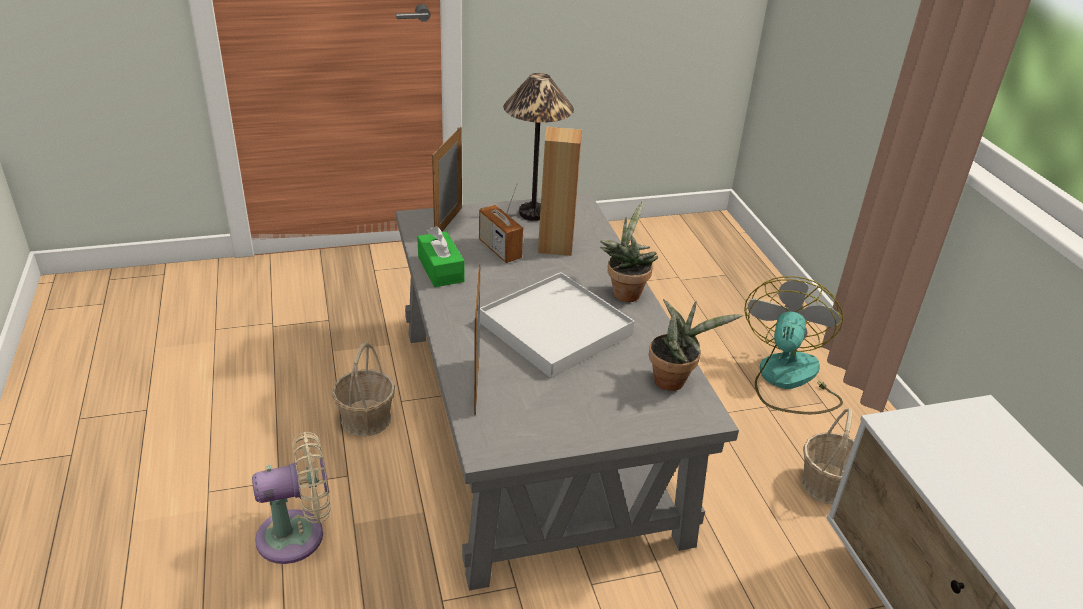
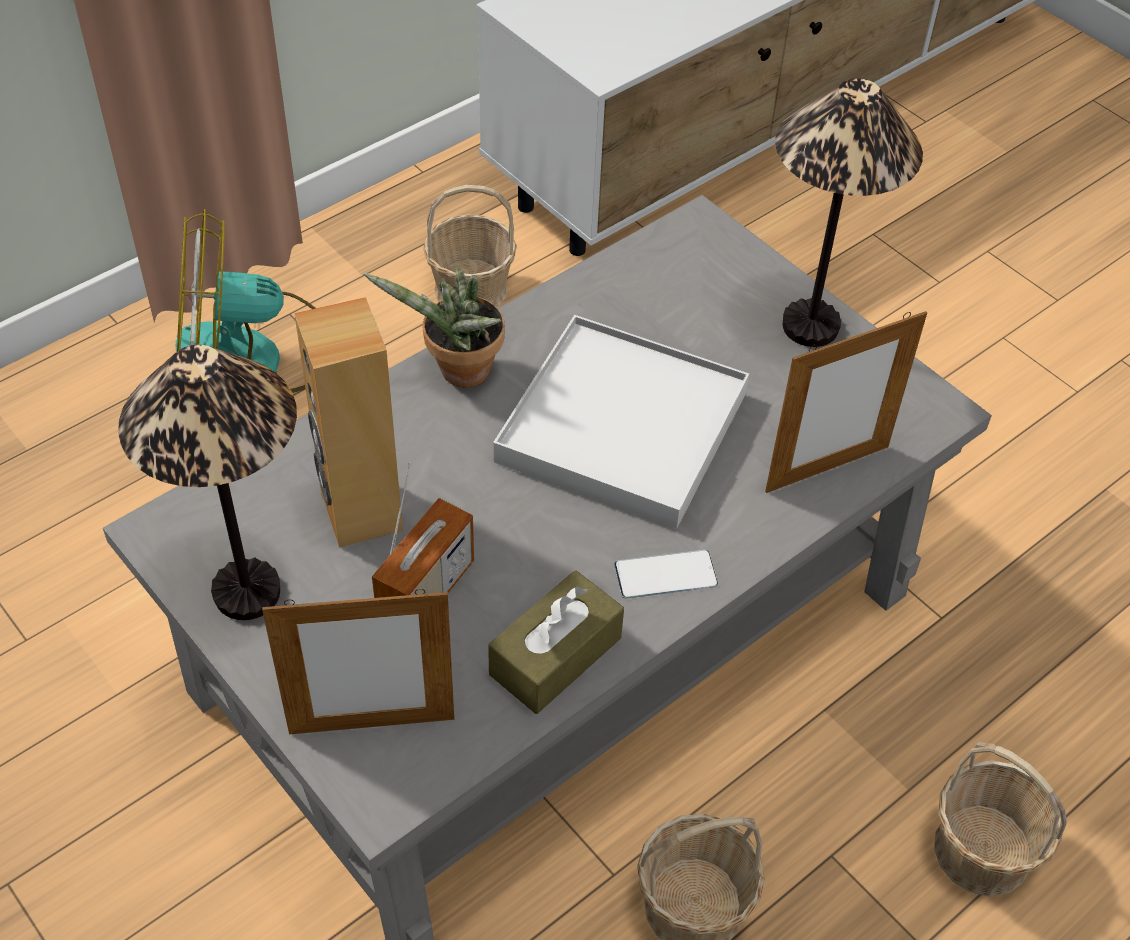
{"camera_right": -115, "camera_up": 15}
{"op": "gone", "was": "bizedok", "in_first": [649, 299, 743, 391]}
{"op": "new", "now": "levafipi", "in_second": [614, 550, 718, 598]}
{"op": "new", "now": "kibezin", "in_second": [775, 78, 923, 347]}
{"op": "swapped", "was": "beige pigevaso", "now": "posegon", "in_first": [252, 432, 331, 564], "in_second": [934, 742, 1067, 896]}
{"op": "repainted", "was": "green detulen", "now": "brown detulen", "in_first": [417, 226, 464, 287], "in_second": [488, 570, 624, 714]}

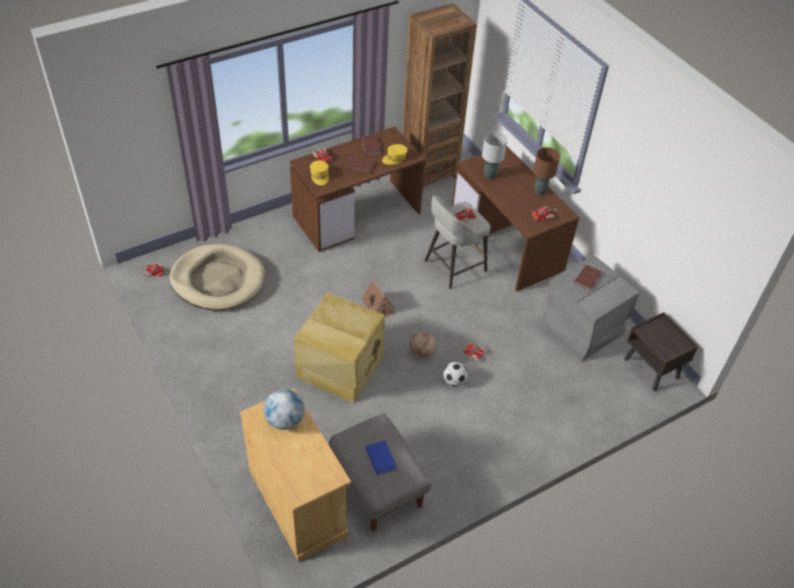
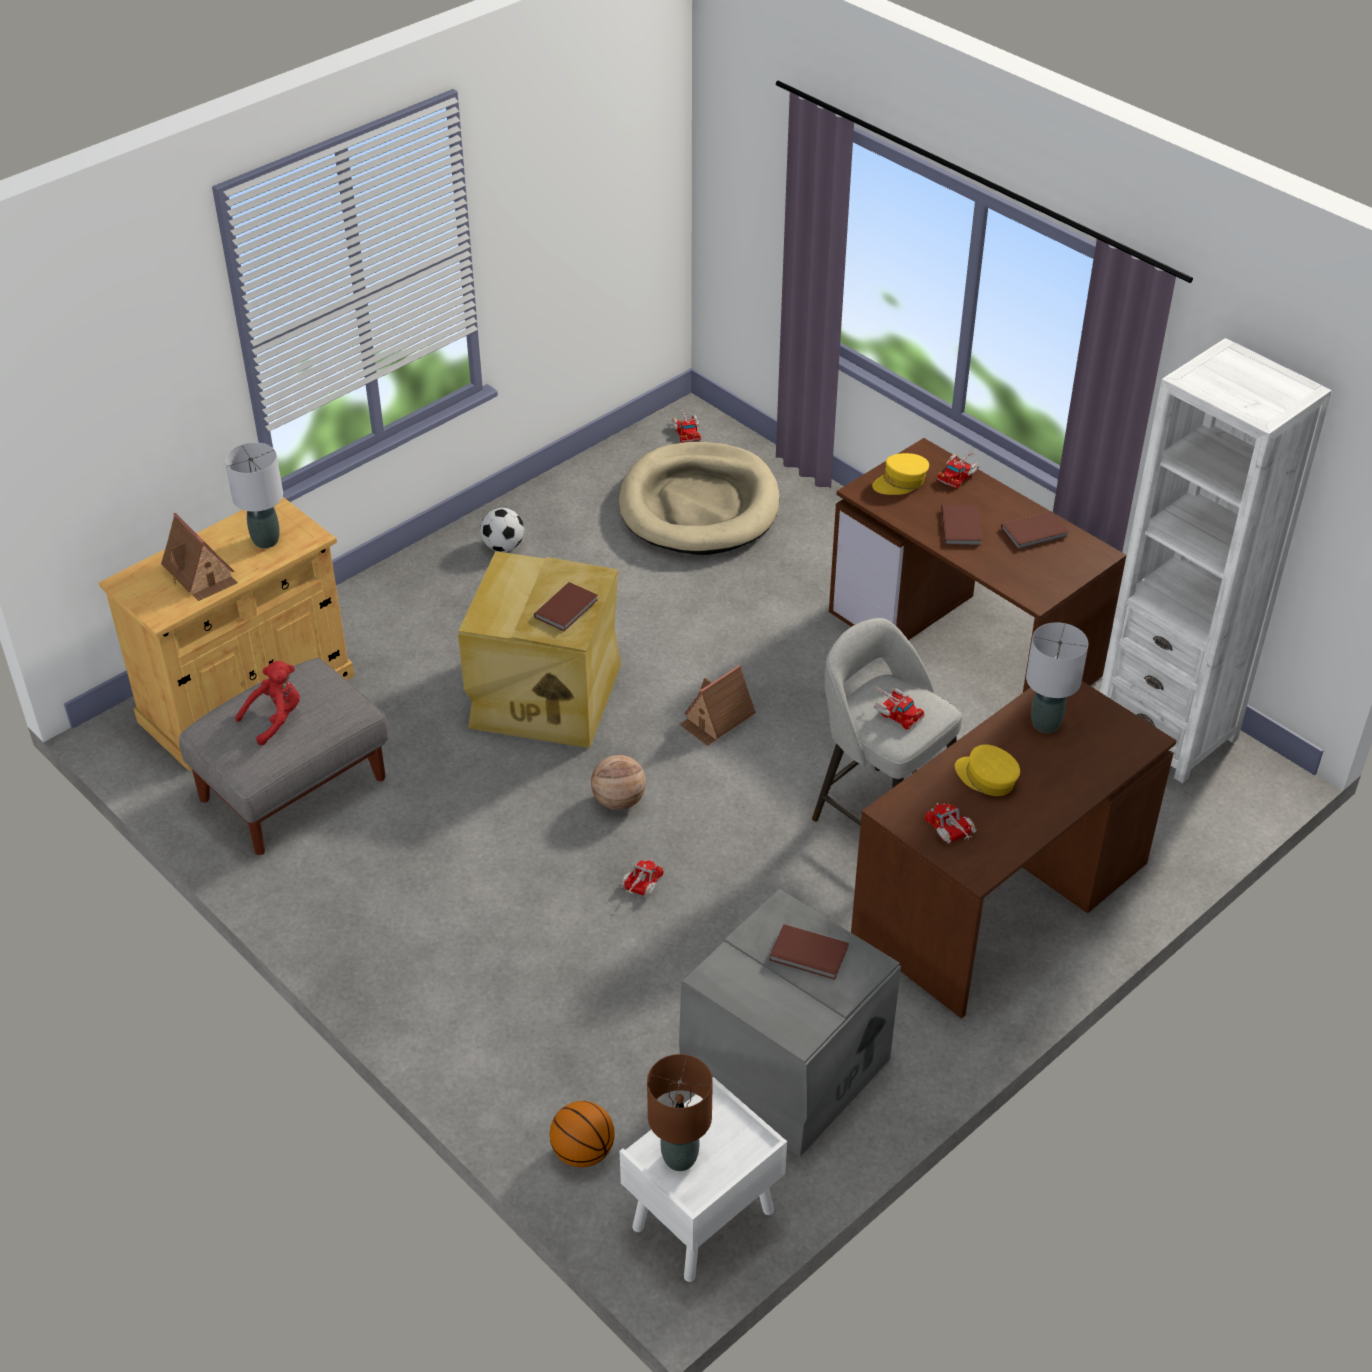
{"camera_right": 80, "camera_up": -5}
{"op": "new", "now": "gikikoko", "in_second": [161, 513, 238, 601]}
{"op": "new", "now": "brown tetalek", "in_second": [534, 582, 598, 632]}
{"op": "new", "now": "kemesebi", "in_second": [550, 1101, 614, 1167]}
{"op": "shifted", "was": "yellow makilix", "in_first": [382, 144, 408, 165], "in_second": [955, 744, 1020, 796]}
{"op": "shifted", "was": "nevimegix", "in_first": [443, 362, 468, 387], "in_second": [480, 508, 524, 552]}
{"op": "shifted", "was": "brown kibezin", "in_first": [533, 147, 560, 195], "in_second": [647, 1054, 713, 1171]}
{"op": "swapped", "was": "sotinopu", "now": "grey kibezin", "in_first": [264, 389, 305, 430], "in_second": [225, 442, 283, 548]}
{"op": "swapped", "was": "blue tetalek", "now": "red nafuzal", "in_first": [366, 441, 397, 475], "in_second": [236, 661, 300, 746]}
{"op": "repainted", "was": "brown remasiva", "now": "white remasiva", "in_first": [402, 3, 477, 186], "in_second": [1100, 338, 1332, 783]}
{"op": "repainted", "was": "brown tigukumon", "now": "white tigukumon", "in_first": [624, 312, 698, 391], "in_second": [620, 1077, 787, 1282]}

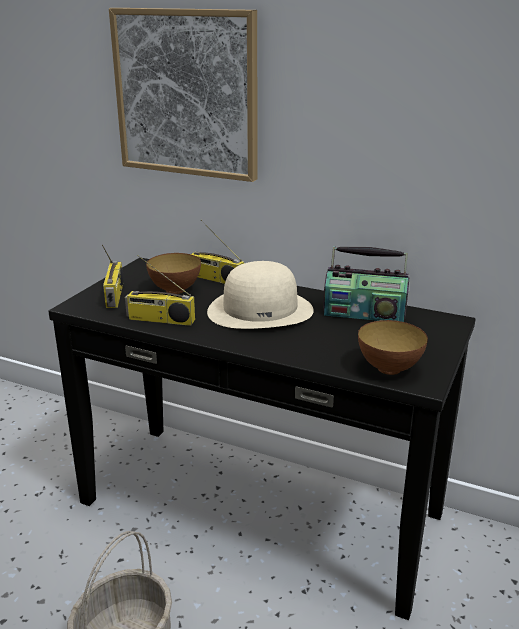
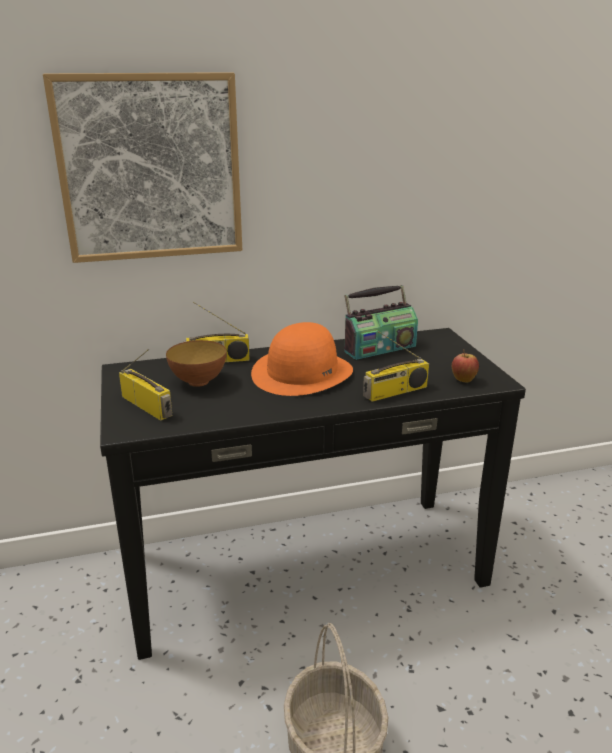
{"camera_right": -40, "camera_up": 0}
{"op": "shifted", "was": "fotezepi", "in_first": [125, 255, 195, 326], "in_second": [363, 331, 429, 402]}
{"op": "swapped", "was": "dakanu", "now": "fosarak", "in_first": [358, 320, 428, 375], "in_second": [452, 350, 479, 382]}
{"op": "repainted", "was": "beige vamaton", "now": "orange vamaton", "in_first": [207, 261, 314, 329], "in_second": [251, 322, 353, 396]}

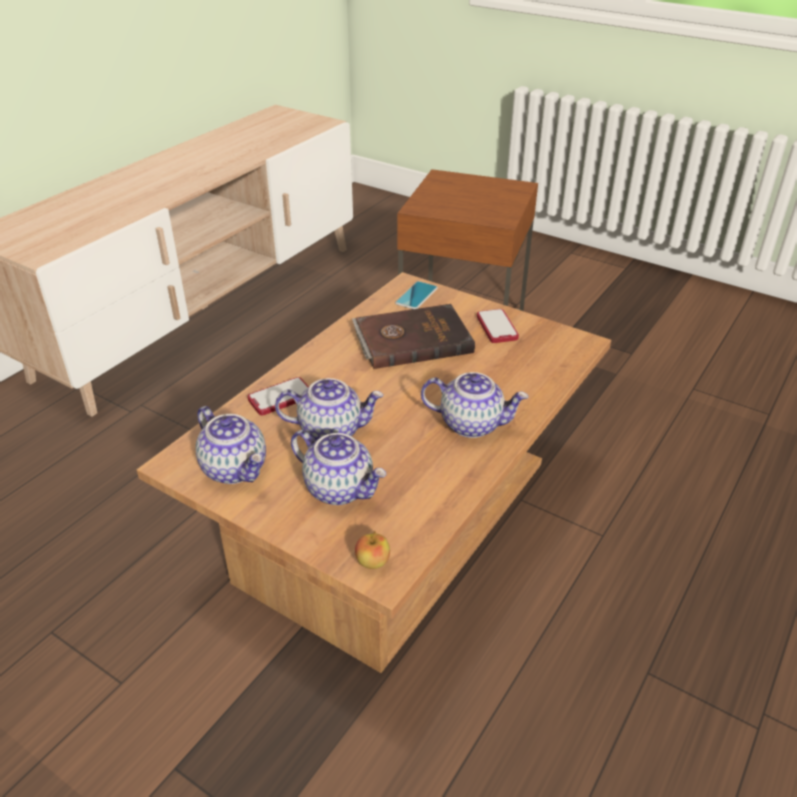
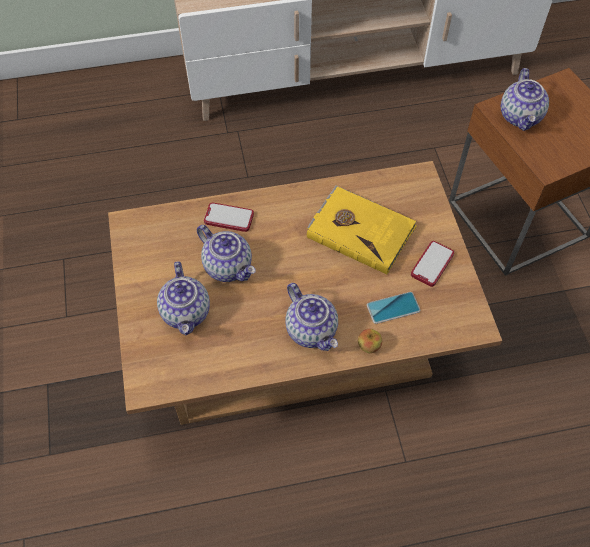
{"camera_right": 45, "camera_up": 20}
{"op": "shifted", "was": "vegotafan", "in_first": [196, 406, 266, 484], "in_second": [501, 68, 549, 131]}
{"op": "shifted", "was": "fosarak", "in_first": [355, 531, 390, 569], "in_second": [358, 329, 382, 353]}
{"op": "shifted", "was": "levafipi", "in_first": [395, 281, 438, 309], "in_second": [367, 292, 420, 324]}
{"op": "repainted", "was": "brown tetalek", "now": "yellow tetalek", "in_first": [352, 304, 475, 369], "in_second": [307, 185, 417, 274]}

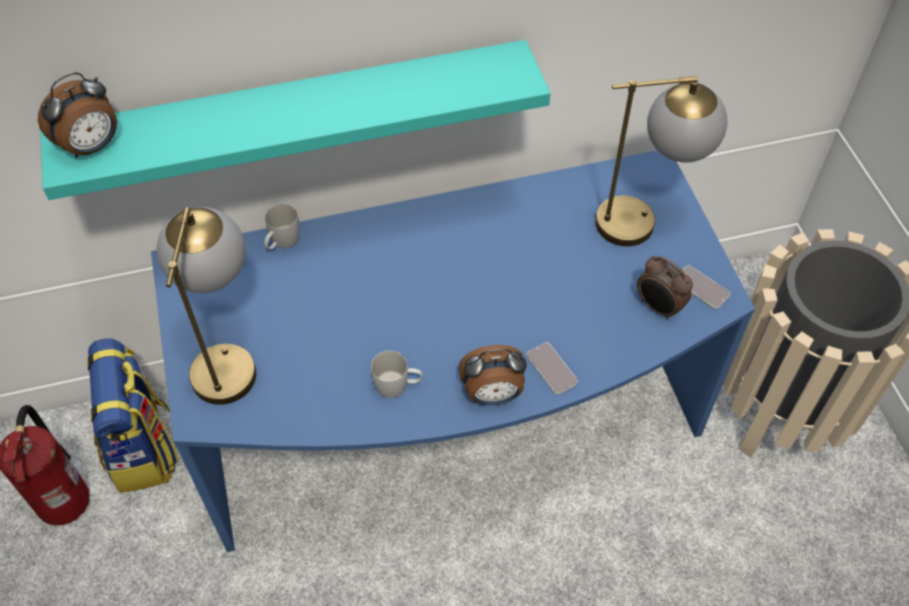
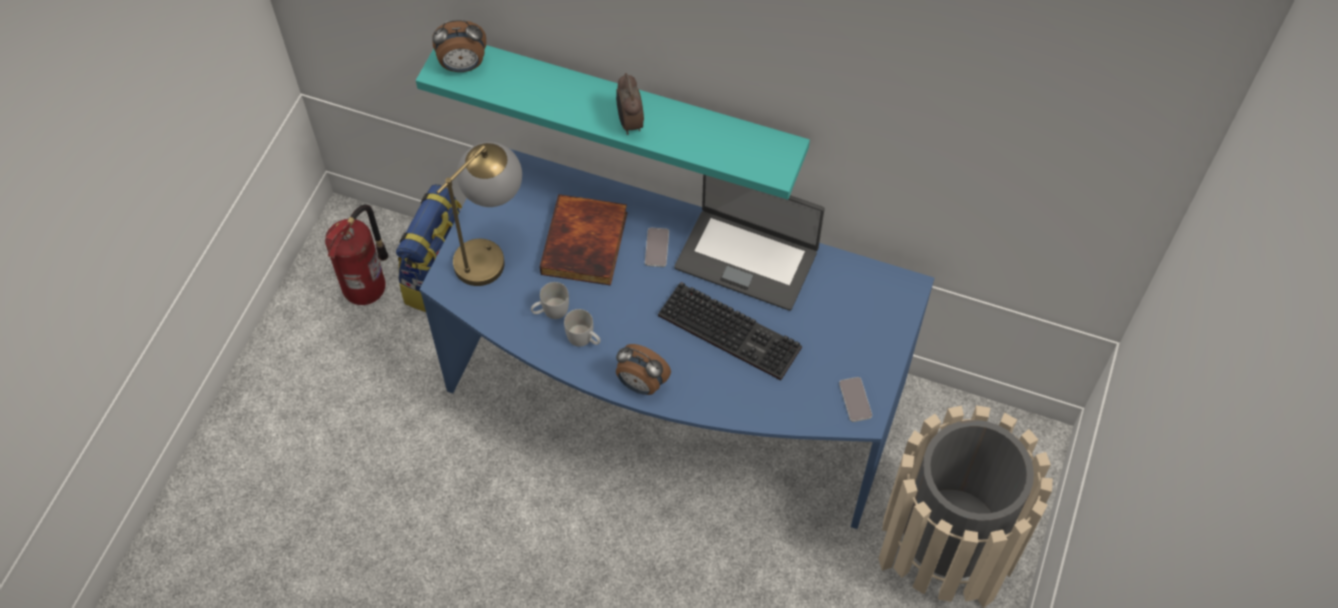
{"camera_right": 35, "camera_up": 5}
{"op": "gone", "was": "kibezin", "in_first": [595, 76, 727, 246]}
{"op": "new", "now": "tetalek", "in_second": [540, 194, 628, 286]}
{"op": "new", "now": "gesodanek", "in_second": [658, 282, 802, 380]}
{"op": "new", "now": "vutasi", "in_second": [674, 174, 825, 311]}
{"op": "shifted", "was": "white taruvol", "in_first": [264, 204, 300, 250], "in_second": [531, 282, 569, 319]}
{"op": "shifted", "was": "levafipi", "in_first": [527, 343, 578, 395], "in_second": [645, 228, 669, 267]}
{"op": "shifted", "was": "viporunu", "in_first": [637, 256, 693, 320], "in_second": [616, 73, 644, 135]}

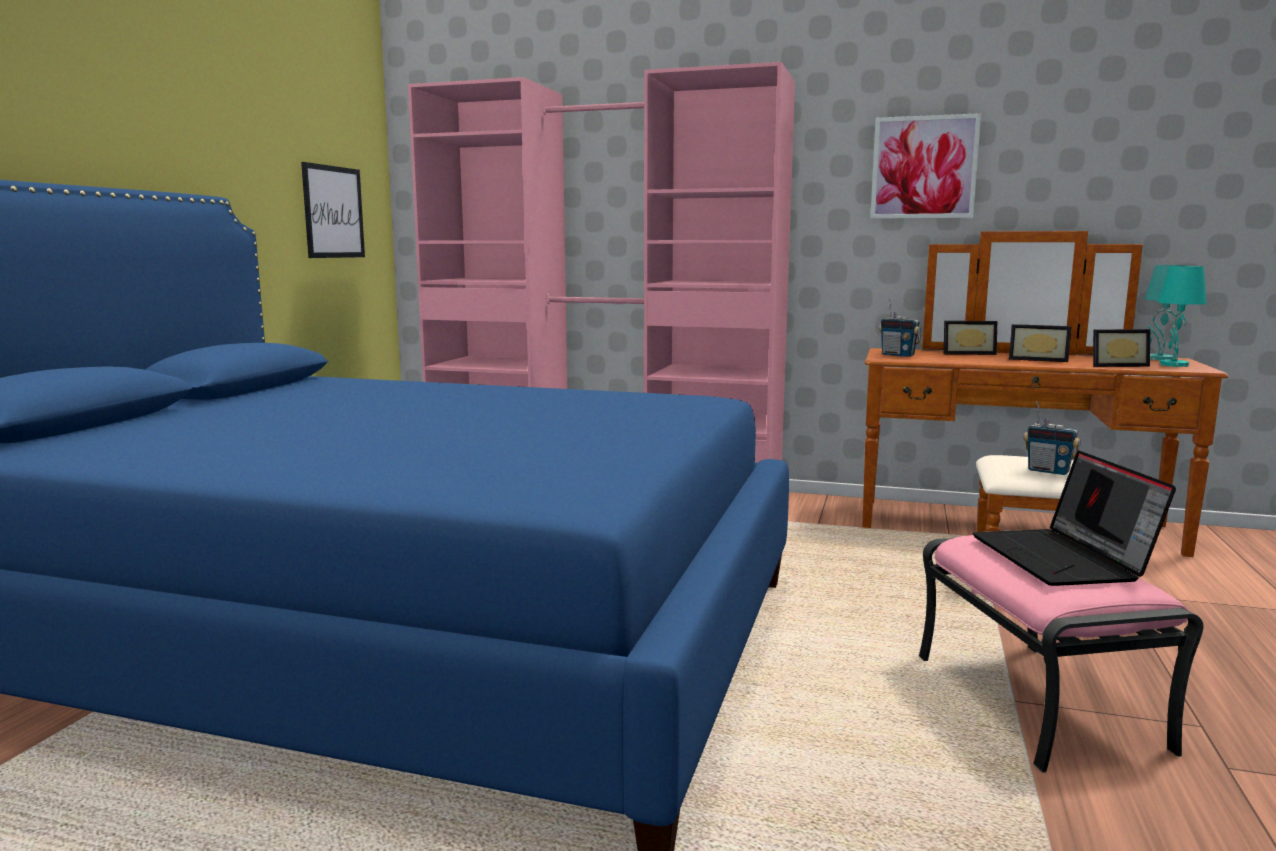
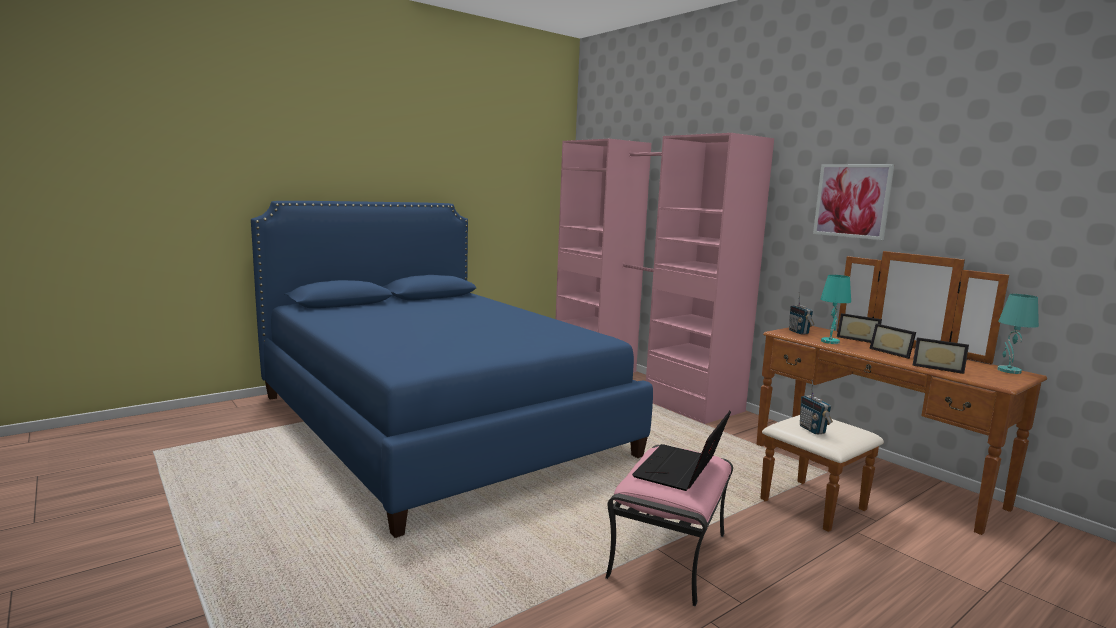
{"camera_right": 35, "camera_up": 0}
{"op": "gone", "was": "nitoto", "in_first": [301, 162, 365, 258]}
{"op": "shifted", "was": "turquoise kibezin", "in_first": [1158, 266, 1207, 367], "in_second": [821, 275, 851, 344]}

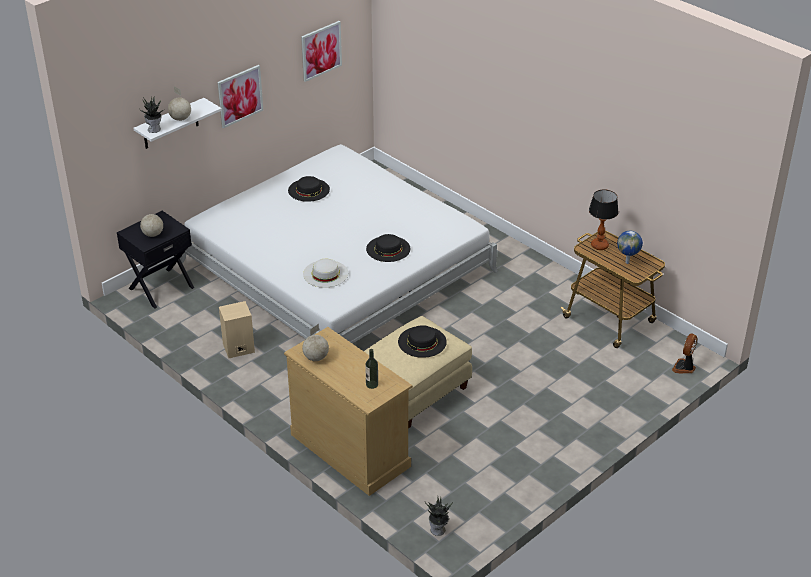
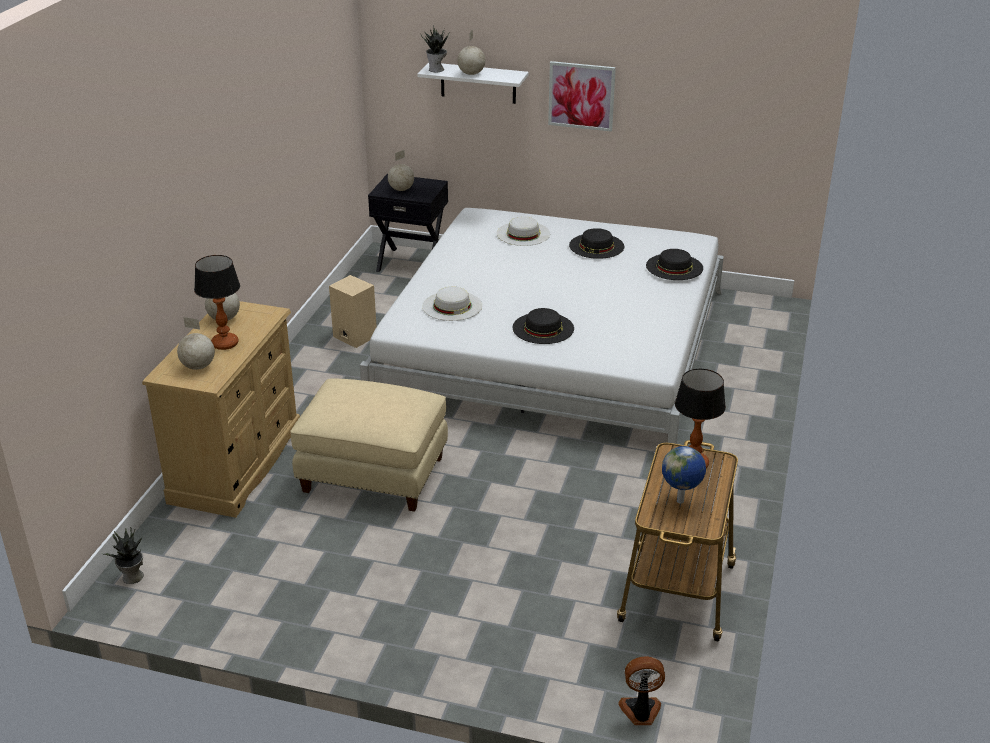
{"camera_right": 60, "camera_up": -5}
{"op": "gone", "was": "nitoto", "in_first": [301, 21, 342, 82]}
{"op": "new", "now": "kibezin", "in_second": [194, 255, 240, 350]}
{"op": "new", "now": "white vamaton", "in_second": [497, 217, 550, 246]}
{"op": "shifted", "was": "black vamaton", "in_first": [398, 325, 447, 358], "in_second": [646, 249, 703, 280]}
{"op": "swapped", "was": "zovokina", "now": "sotinopu", "in_first": [365, 349, 378, 389], "in_second": [177, 317, 215, 370]}

